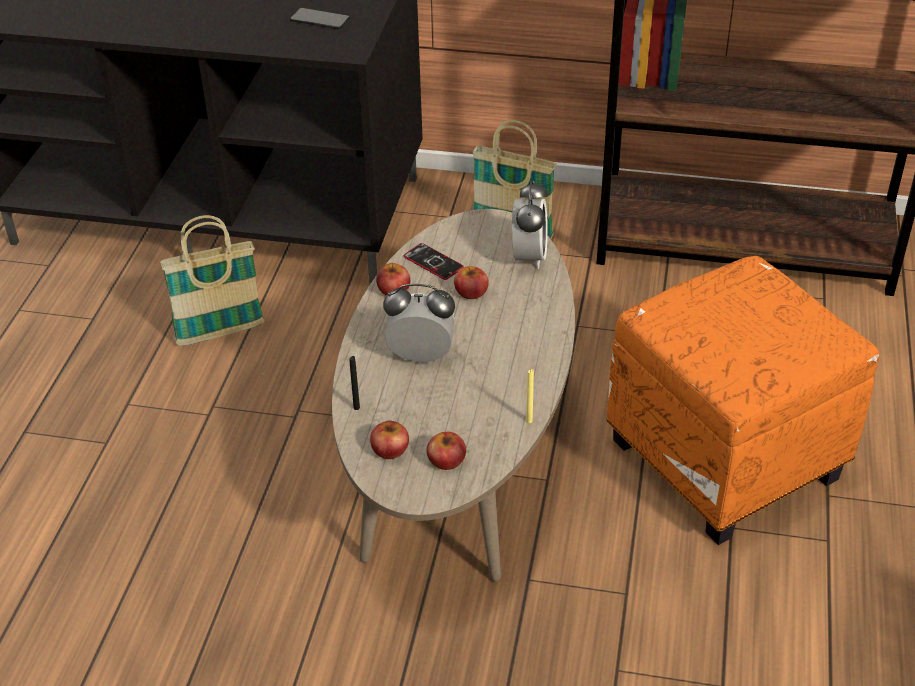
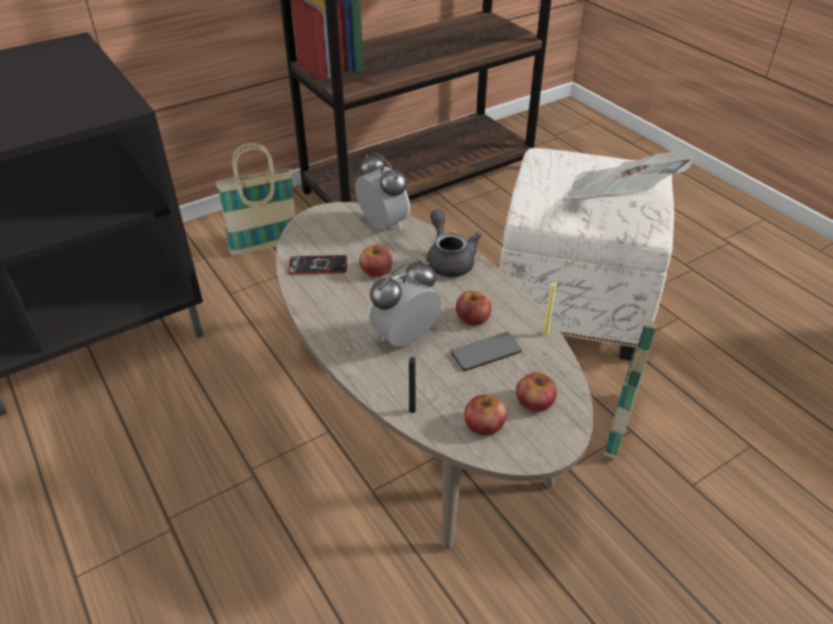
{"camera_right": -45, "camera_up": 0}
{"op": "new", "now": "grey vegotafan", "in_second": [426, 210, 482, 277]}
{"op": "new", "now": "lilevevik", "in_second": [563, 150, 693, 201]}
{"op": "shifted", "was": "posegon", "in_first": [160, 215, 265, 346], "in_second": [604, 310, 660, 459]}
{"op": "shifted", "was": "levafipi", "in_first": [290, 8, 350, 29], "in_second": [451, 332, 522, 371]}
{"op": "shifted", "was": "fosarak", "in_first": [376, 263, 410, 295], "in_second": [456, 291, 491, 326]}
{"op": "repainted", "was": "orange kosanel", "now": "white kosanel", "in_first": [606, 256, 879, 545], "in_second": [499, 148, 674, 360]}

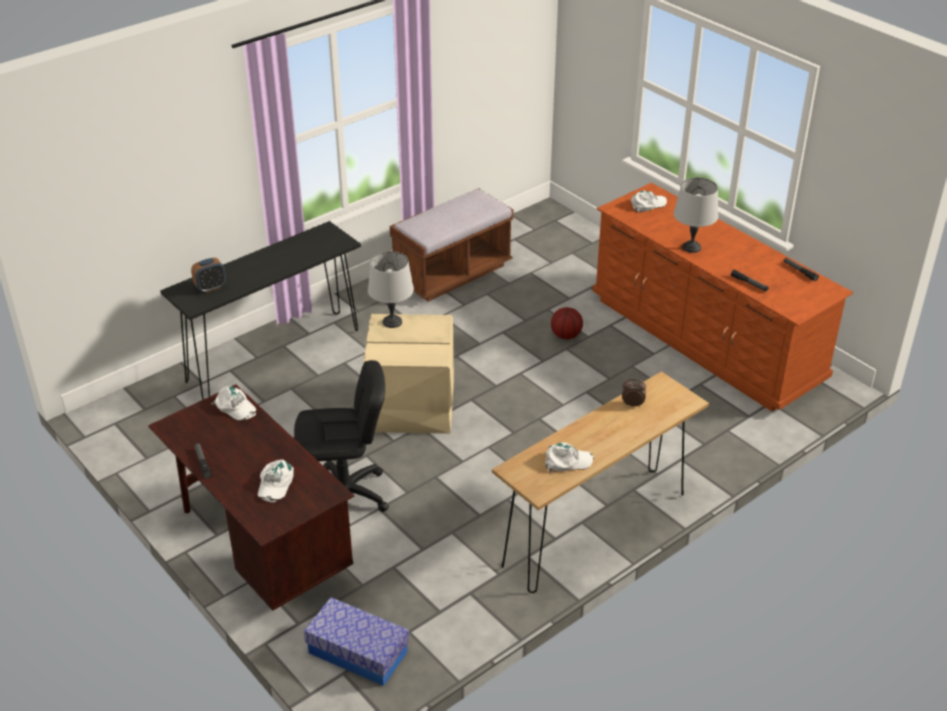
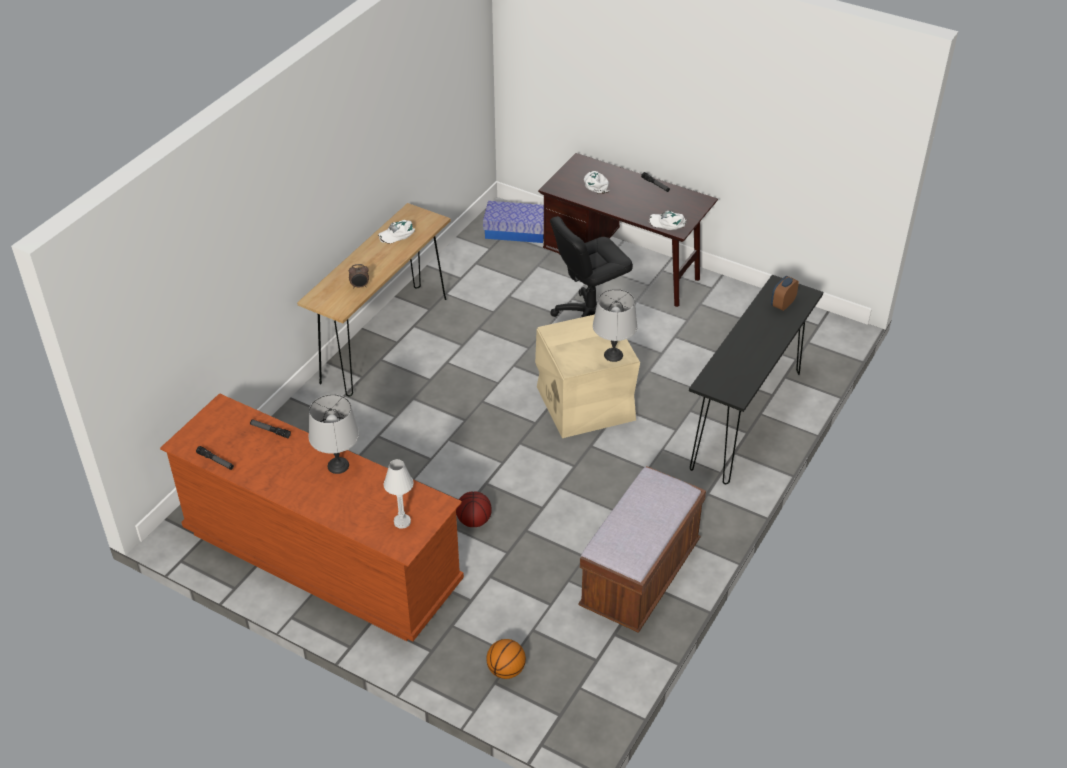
{"camera_right": 160, "camera_up": 5}
{"op": "new", "now": "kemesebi", "in_second": [486, 639, 526, 679]}
{"op": "swapped", "was": "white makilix", "now": "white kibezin", "in_first": [631, 191, 667, 213], "in_second": [384, 459, 414, 529]}

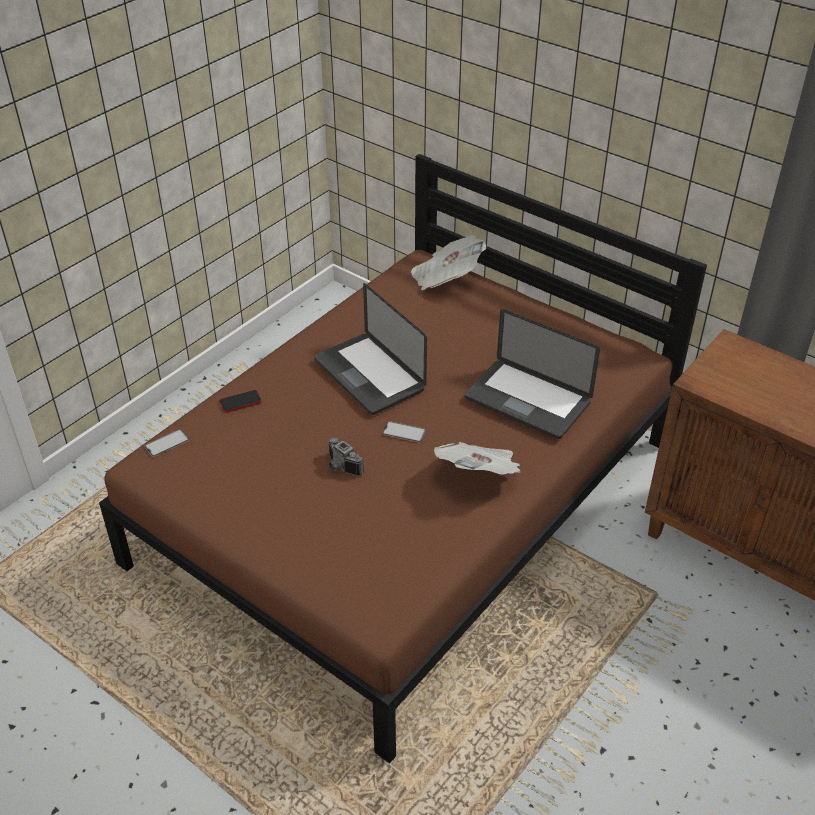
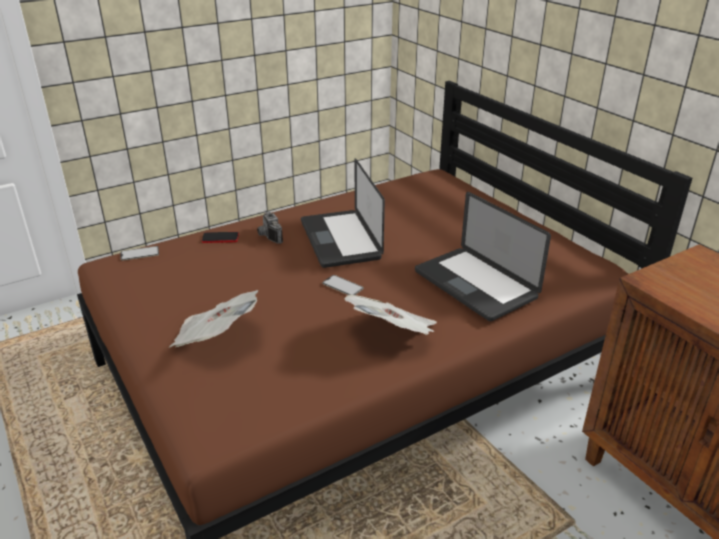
{"camera_right": 20, "camera_up": -10}
{"op": "shifted", "was": "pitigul", "in_first": [329, 437, 364, 476], "in_second": [257, 211, 283, 244]}
{"op": "shifted", "was": "lilevevik", "in_first": [411, 235, 486, 291], "in_second": [169, 290, 258, 348]}

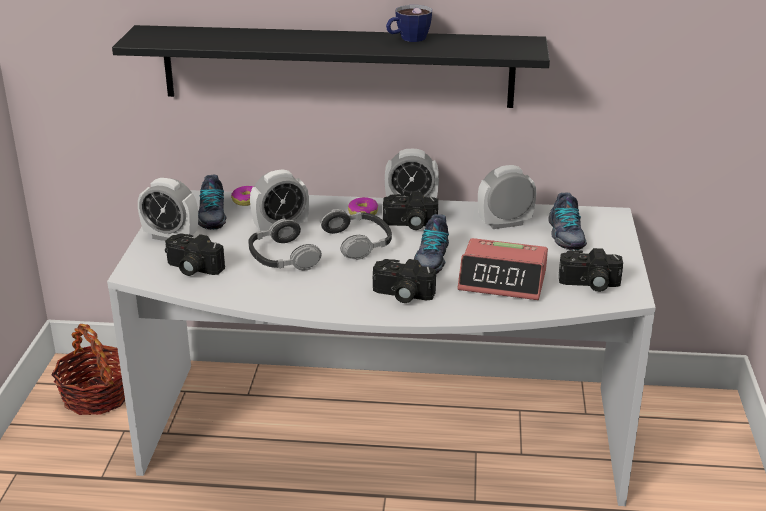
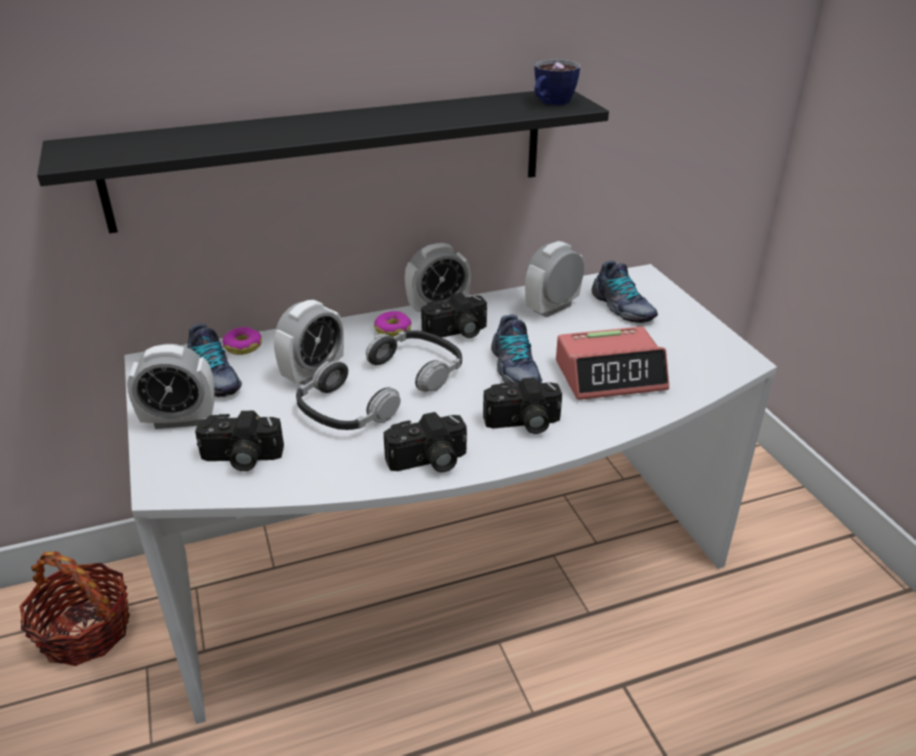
{"camera_right": -25, "camera_up": 5}
{"op": "shifted", "was": "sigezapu", "in_first": [386, 5, 432, 42], "in_second": [534, 59, 580, 105]}
{"op": "shifted", "was": "pitigul", "in_first": [559, 248, 623, 292], "in_second": [383, 412, 467, 472]}

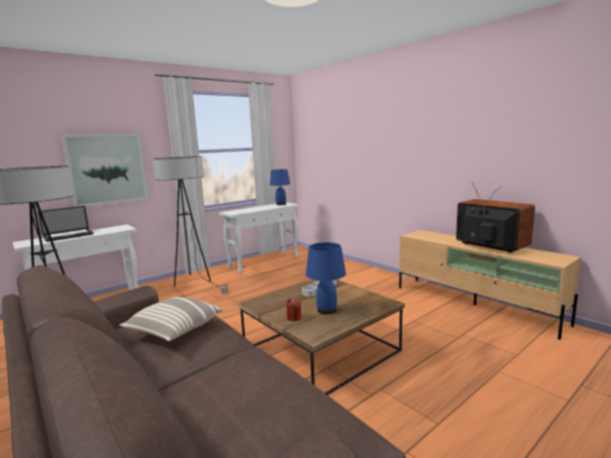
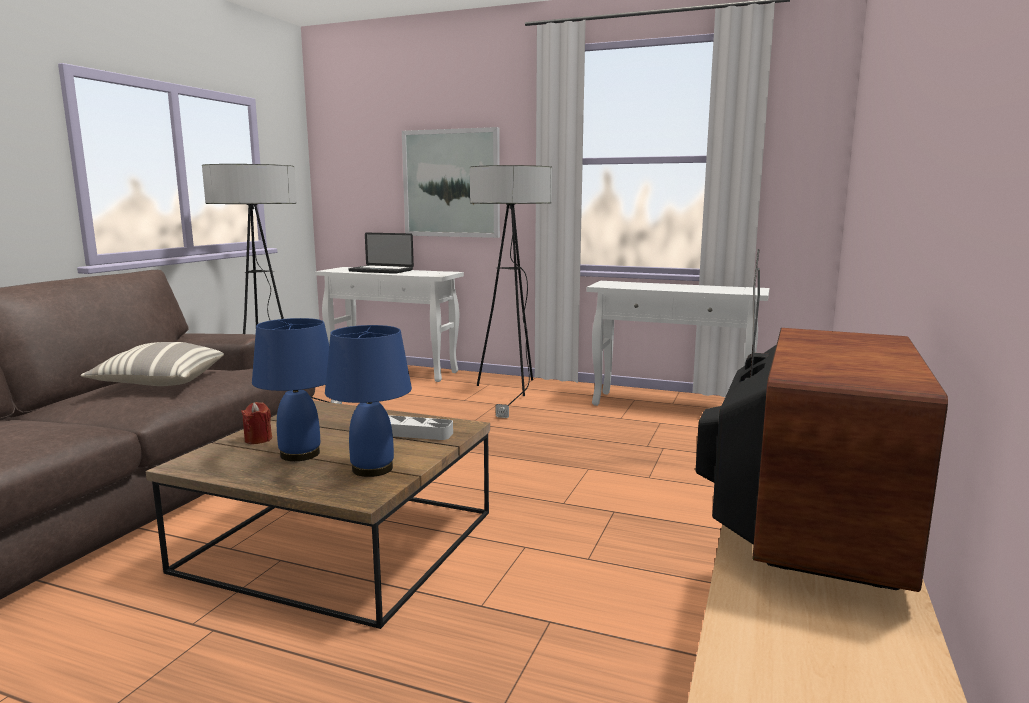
{"camera_right": 60, "camera_up": 0}
{"op": "shifted", "was": "blue kibezin", "in_first": [270, 169, 290, 205], "in_second": [325, 325, 412, 477]}

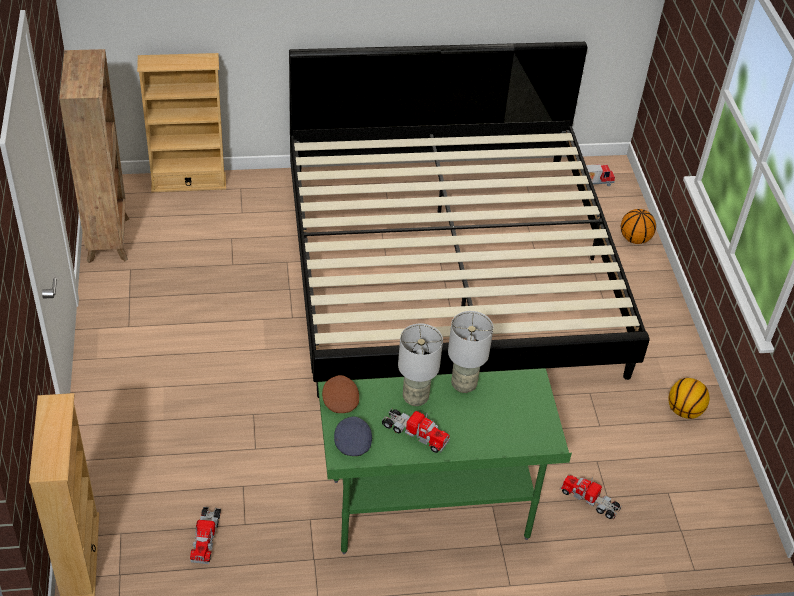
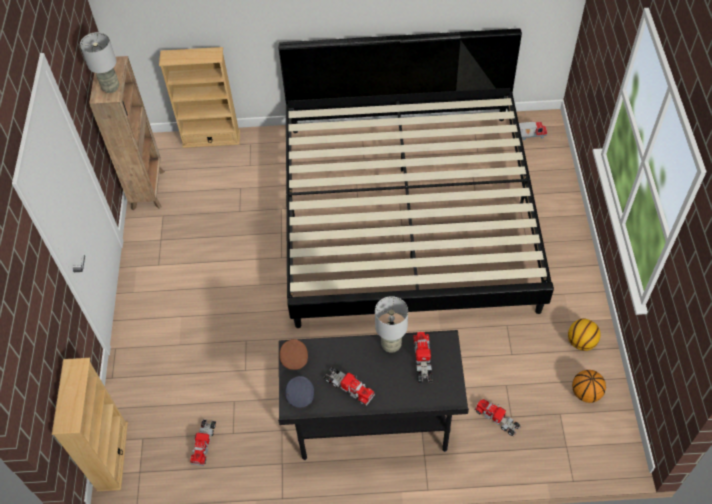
{"camera_right": 10, "camera_up": 10}
{"op": "new", "now": "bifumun", "in_second": [413, 332, 433, 383]}
{"op": "shifted", "was": "grey kibezin", "in_first": [398, 323, 443, 406], "in_second": [80, 32, 119, 93]}
{"op": "shifted", "was": "kemesebi", "in_first": [620, 209, 656, 244], "in_second": [572, 370, 606, 403]}
{"op": "repainted", "was": "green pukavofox", "now": "black pukavofox", "in_first": [318, 368, 572, 554], "in_second": [278, 330, 469, 460]}

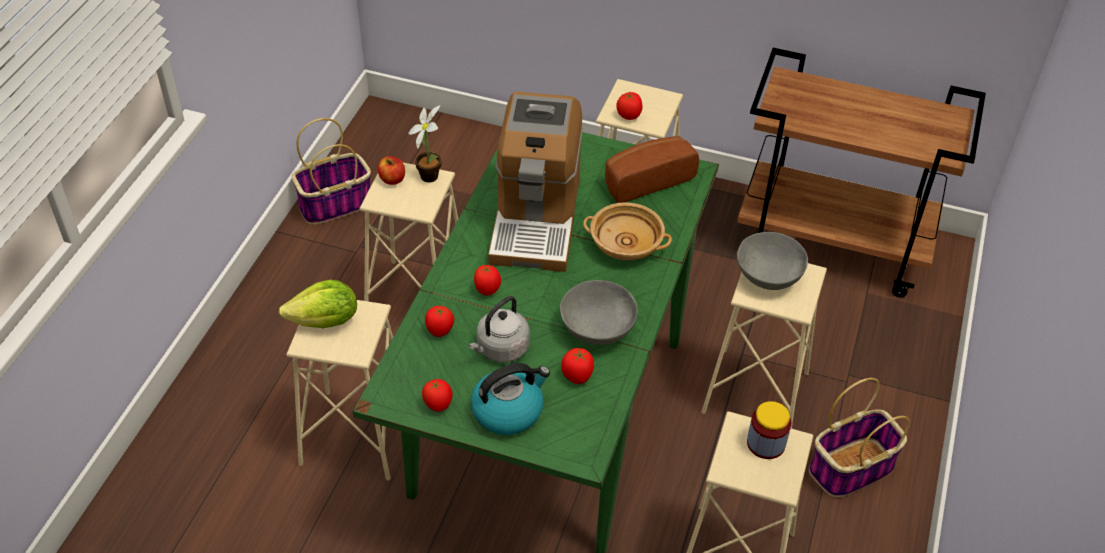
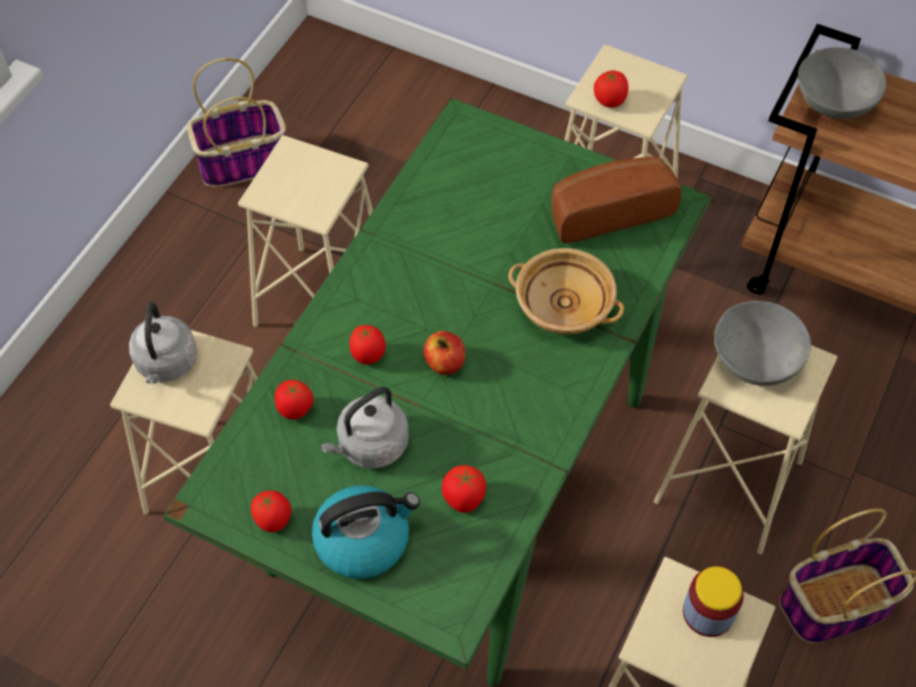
{"camera_right": 10, "camera_up": 10}
{"op": "gone", "was": "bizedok", "in_first": [409, 105, 442, 182]}
{"op": "gone", "was": "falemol", "in_first": [488, 92, 583, 272]}
{"op": "shifted", "was": "fosarak", "in_first": [378, 156, 405, 185], "in_second": [424, 331, 465, 375]}
{"op": "shifted", "was": "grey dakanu", "in_first": [560, 280, 638, 345], "in_second": [798, 47, 886, 119]}
{"op": "swapped", "was": "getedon", "now": "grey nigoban", "in_first": [279, 280, 357, 328], "in_second": [129, 302, 197, 384]}

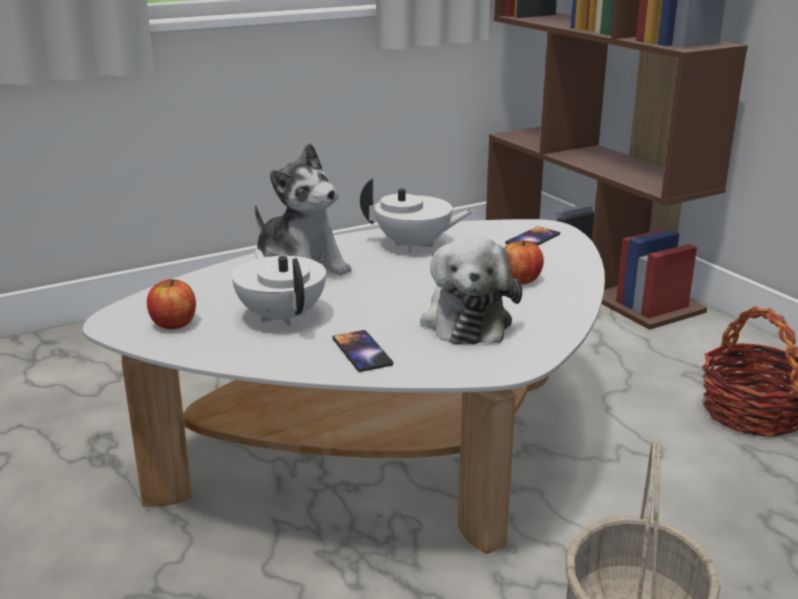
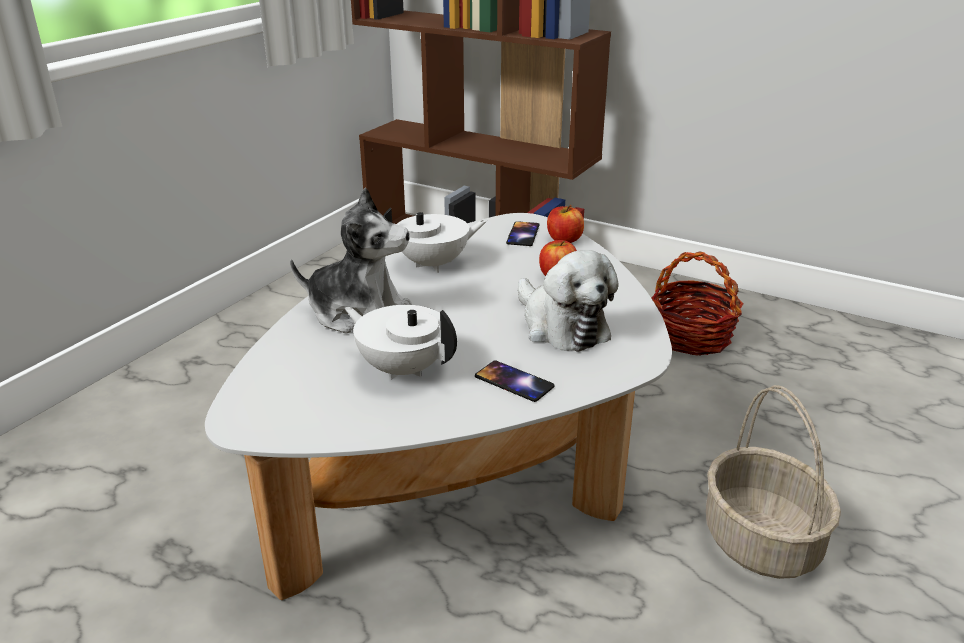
{"camera_right": -30, "camera_up": 5}
{"op": "shifted", "was": "fosarak", "in_first": [147, 279, 196, 329], "in_second": [547, 205, 584, 243]}

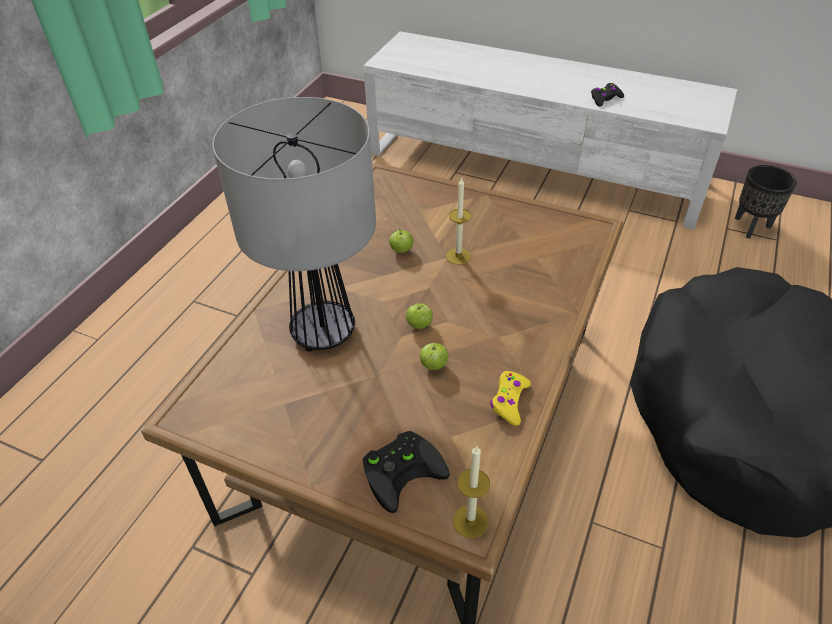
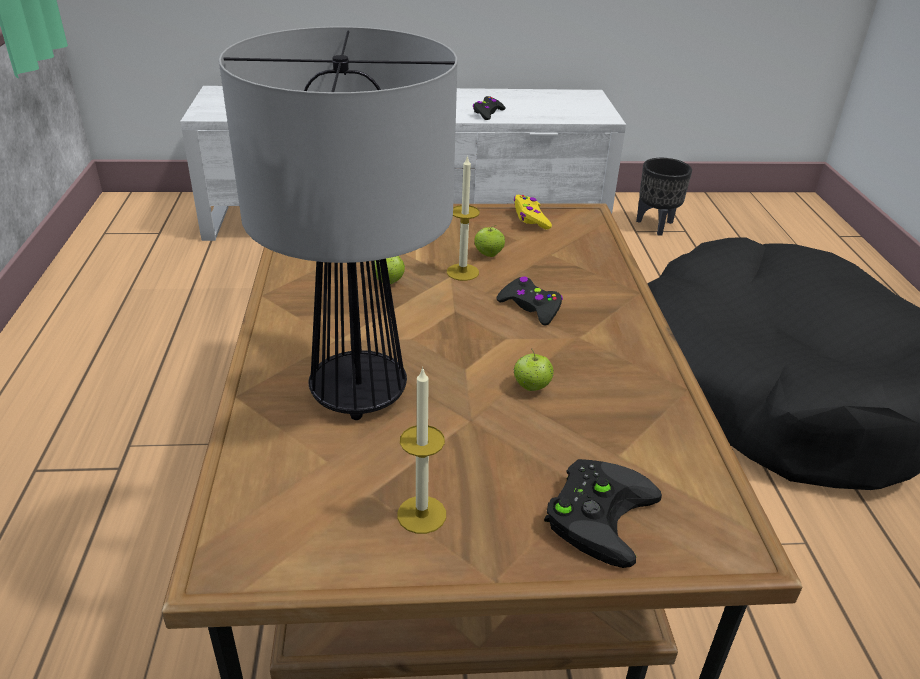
{"camera_right": -30, "camera_up": -10}
{"op": "new", "now": "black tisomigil", "in_second": [496, 277, 563, 326]}
{"op": "shifted", "was": "fosarak", "in_first": [405, 303, 433, 329], "in_second": [474, 225, 505, 257]}
{"op": "shifted", "was": "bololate", "in_first": [453, 446, 490, 538], "in_second": [397, 367, 446, 534]}
{"op": "shifted", "was": "yellow tisomigil", "in_first": [490, 371, 531, 426], "in_second": [514, 195, 552, 229]}

